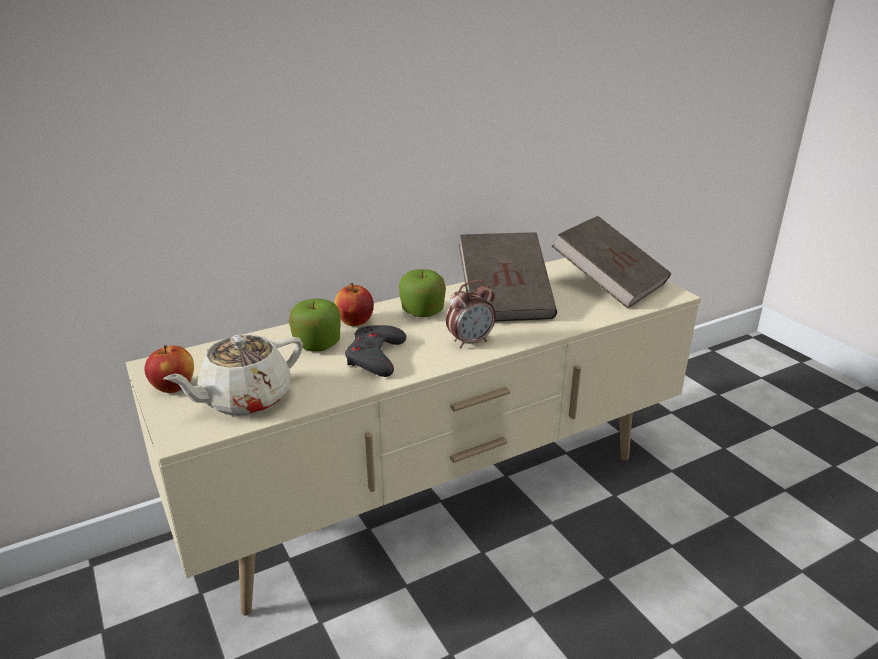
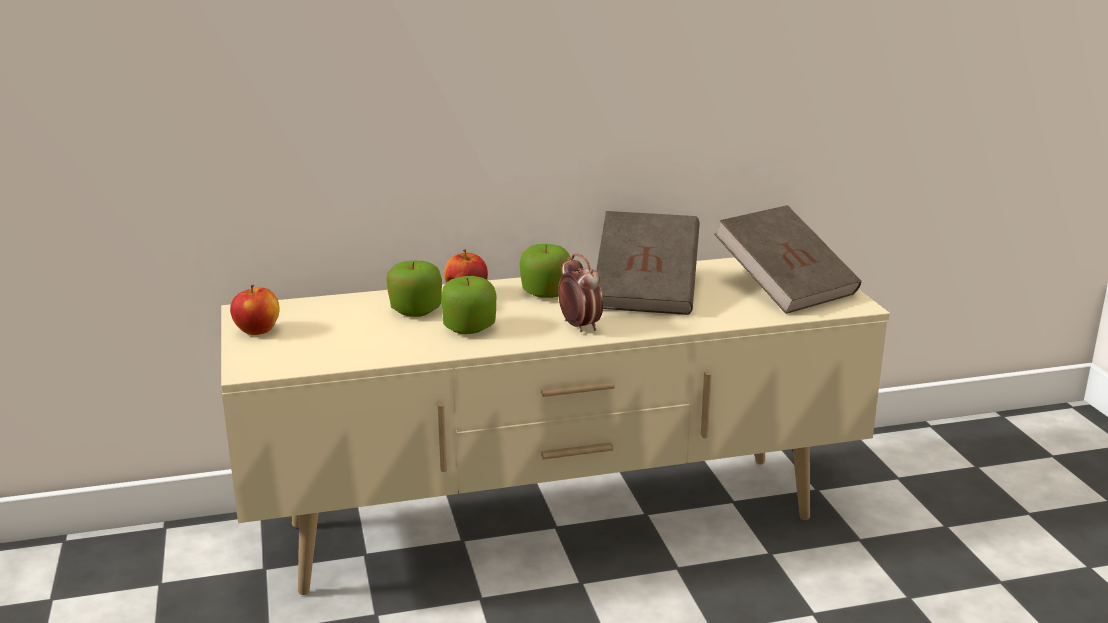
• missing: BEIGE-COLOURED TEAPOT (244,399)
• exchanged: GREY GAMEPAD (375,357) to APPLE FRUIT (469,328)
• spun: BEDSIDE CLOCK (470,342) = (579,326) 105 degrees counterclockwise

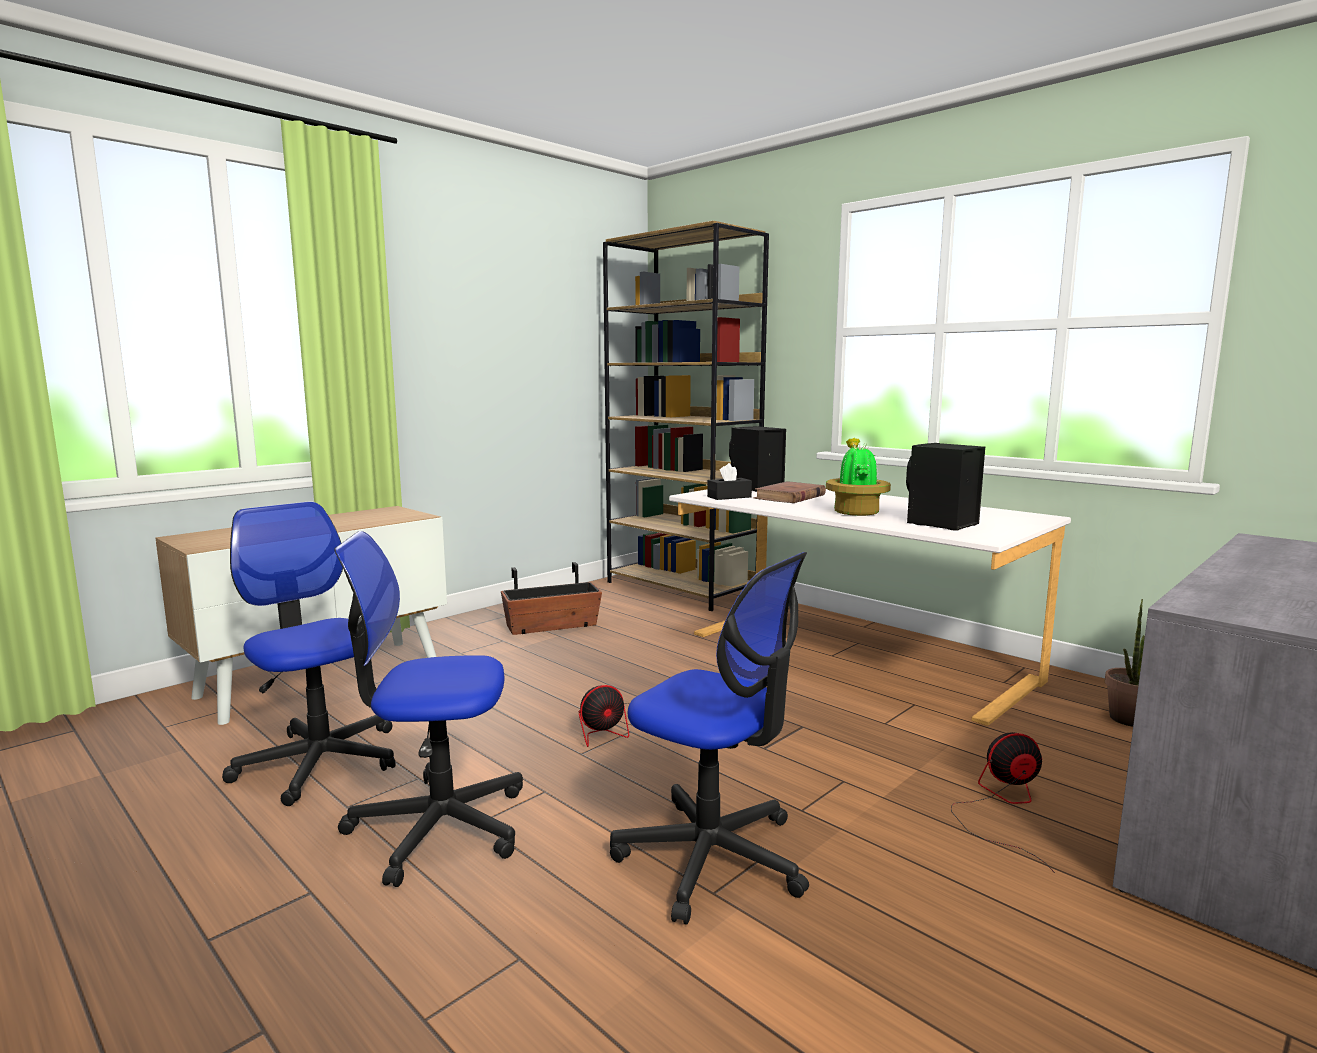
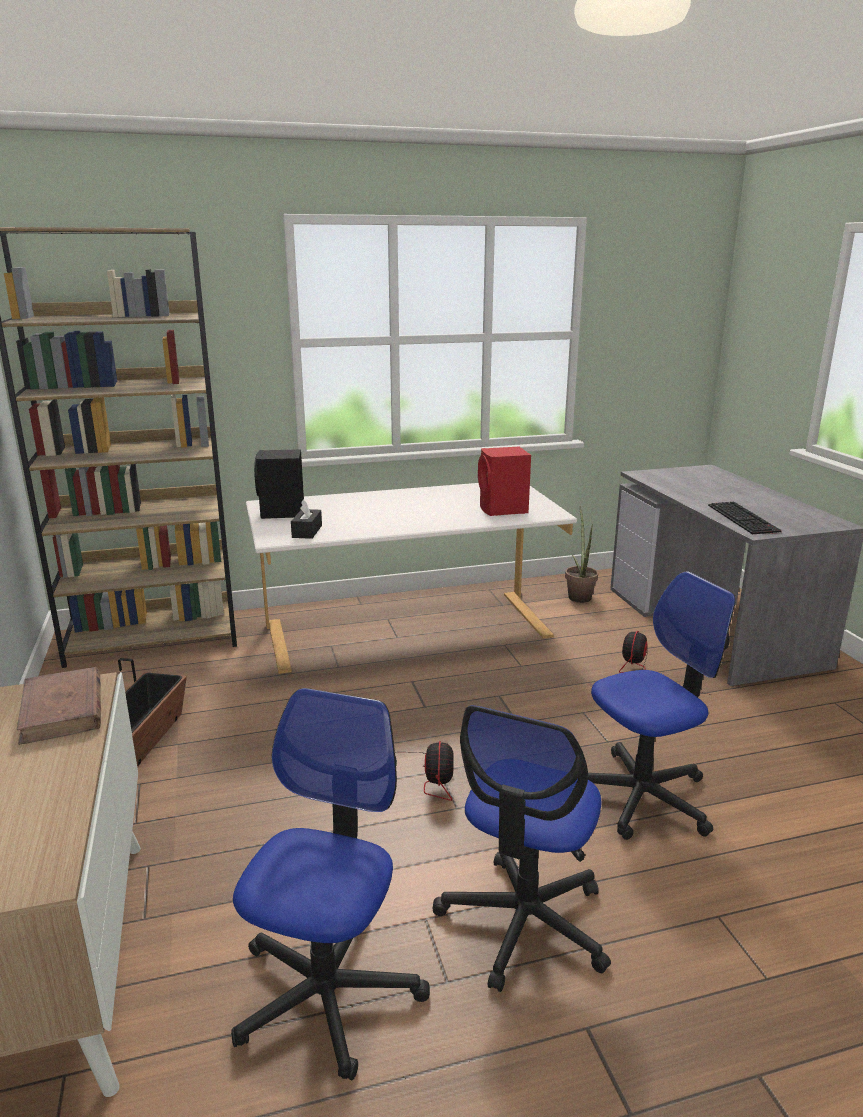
• spun: OFFICE CHAIR (319,761) = (327,992) 120 degrees clockwise
• relocated: BROWN BOOK (789,497) to (62,710)
• missing: PLANT IN A POT (855,512)
• colour: BLACKISH SPEAKER (940,524) to RED SPEAKER (503,510)
• appeared: PC KEYBOARD (744,519)

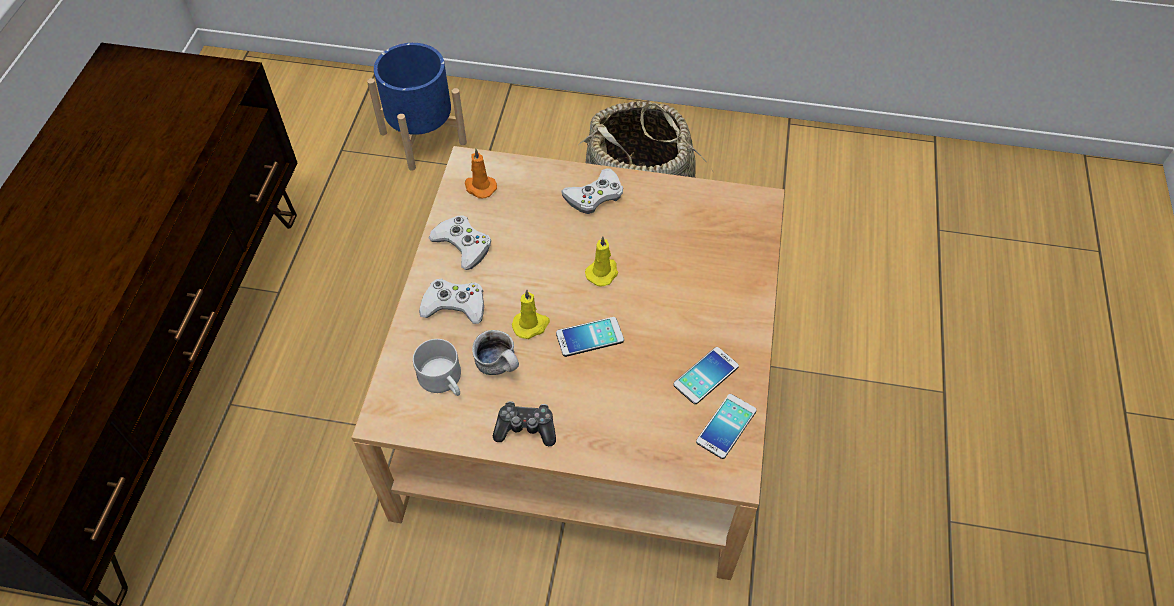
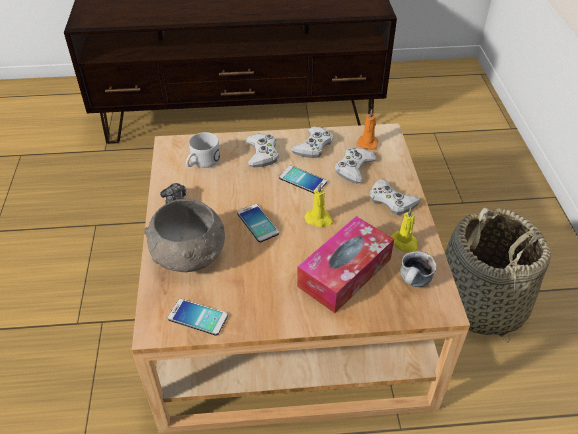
• missing: BLUE-COLOURED PLANT POT (422,138)
• relocated: COFFEE MUG (500,366) to (414,283)
• relocated: YELLOW-COLOURED CANDLE (531,325) to (405,243)
• relocated: PHONE (706,376) to (302,180)
• appeared: GREY DEEP DISH (189,256)
• appeared: TISSUE HOLDER (344,272)
• appeared: WHITE-COLOURED GAMEPAD (354,168)

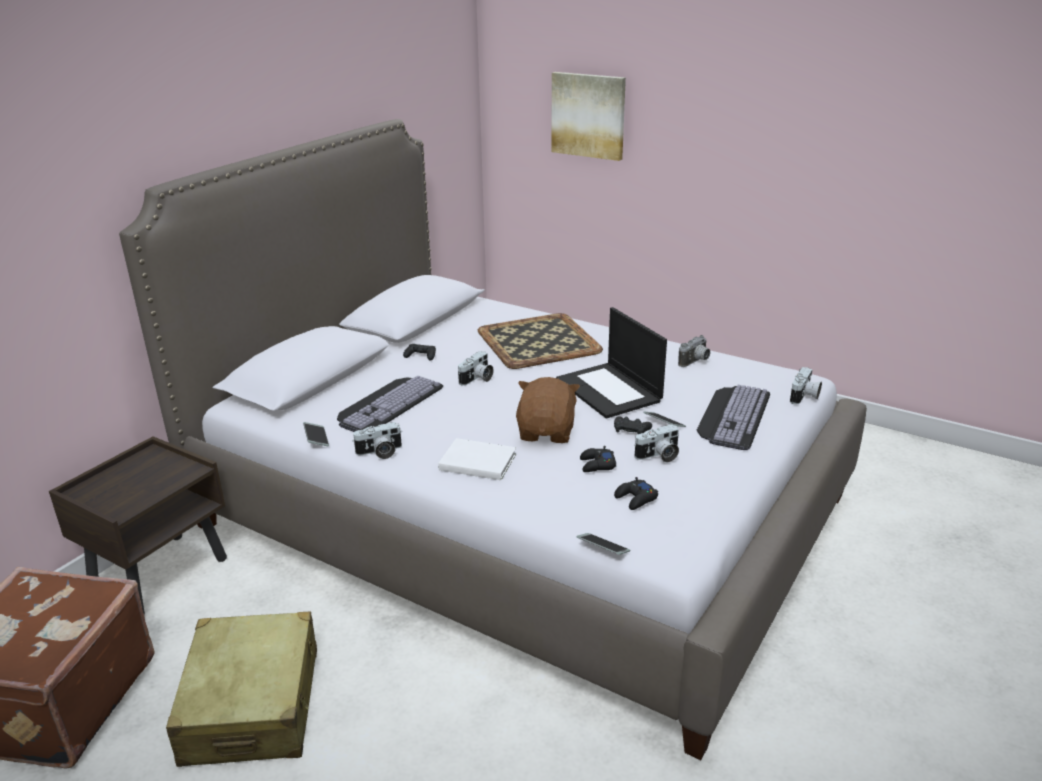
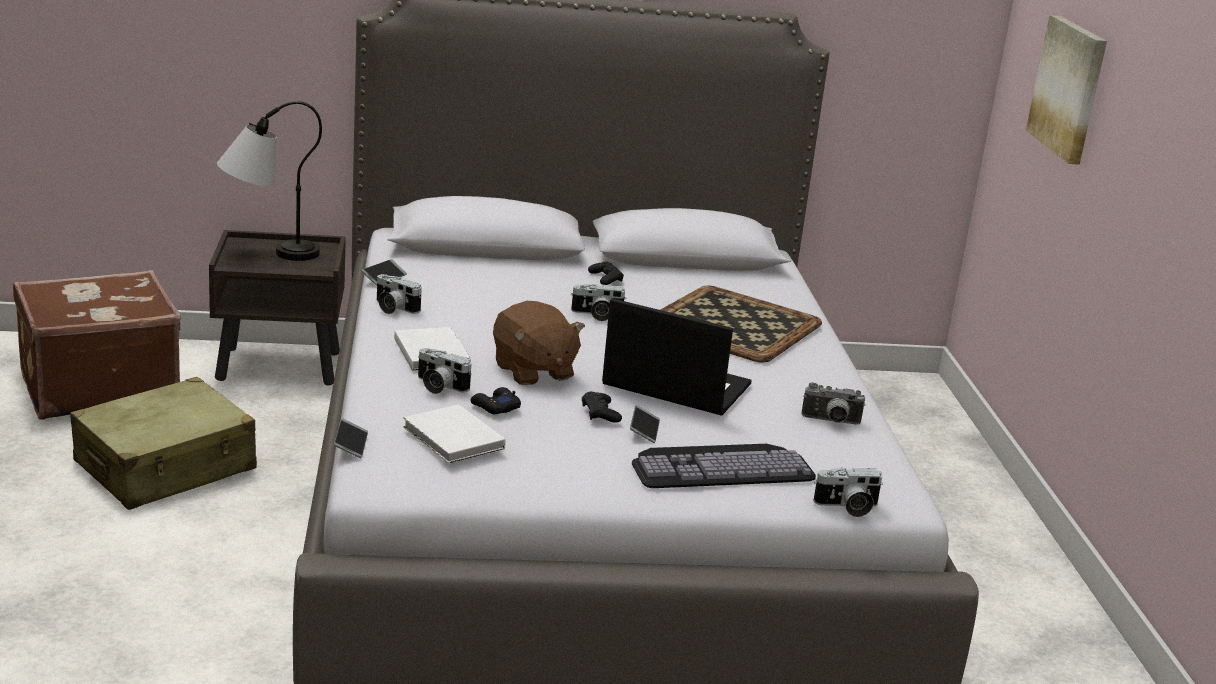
• missing: PC KEYBOARD (387,403)
• spun: BROWN CUDDLY TOY (547,432) = (533,371) 90 degrees clockwise
• spun: PORTABLE COMPUTER (610,390) = (674,385) 90 degrees clockwise
• exchanged: BLACKISH GAMEPAD (636,499) to WHITE-COLOURED BOOK (453,439)
• relocated: PHOTO CAMERA (659,456) to (439,386)
• appeared: TABLE LAMP (267,253)

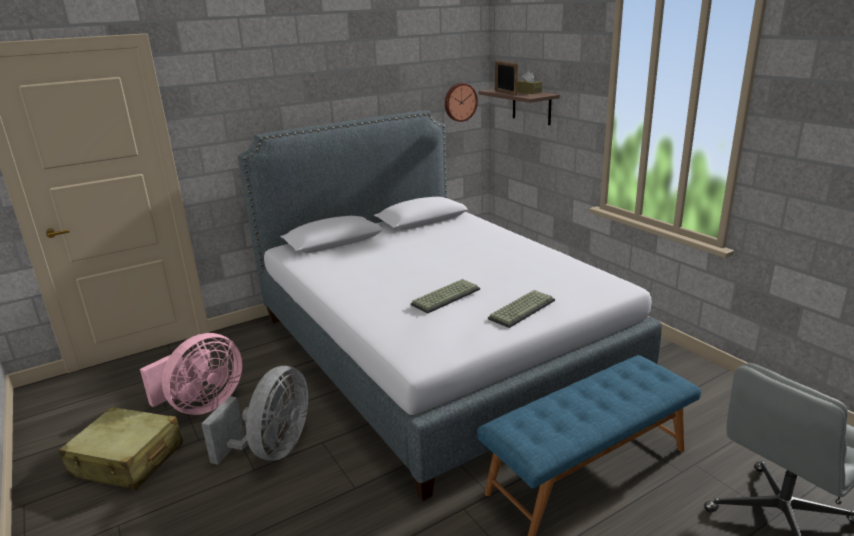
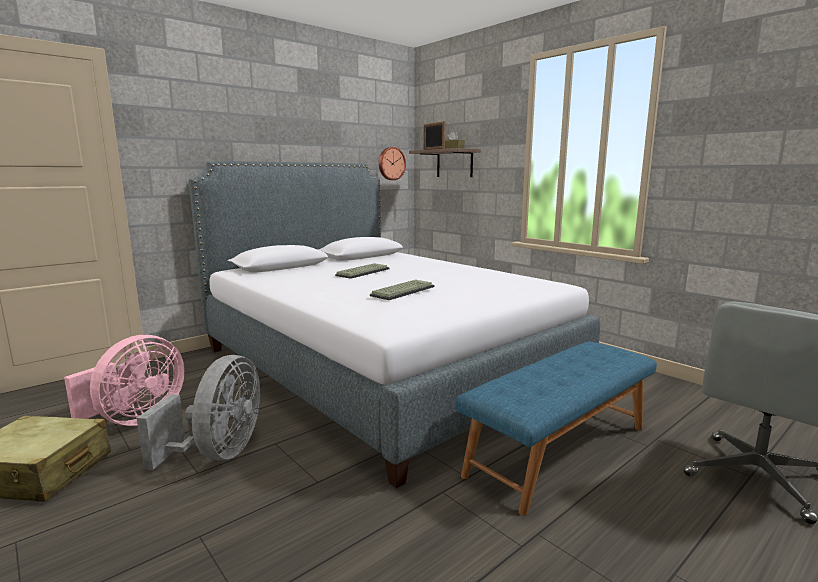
• relocated: PC KEYBOARD (521,309) to (362,272)

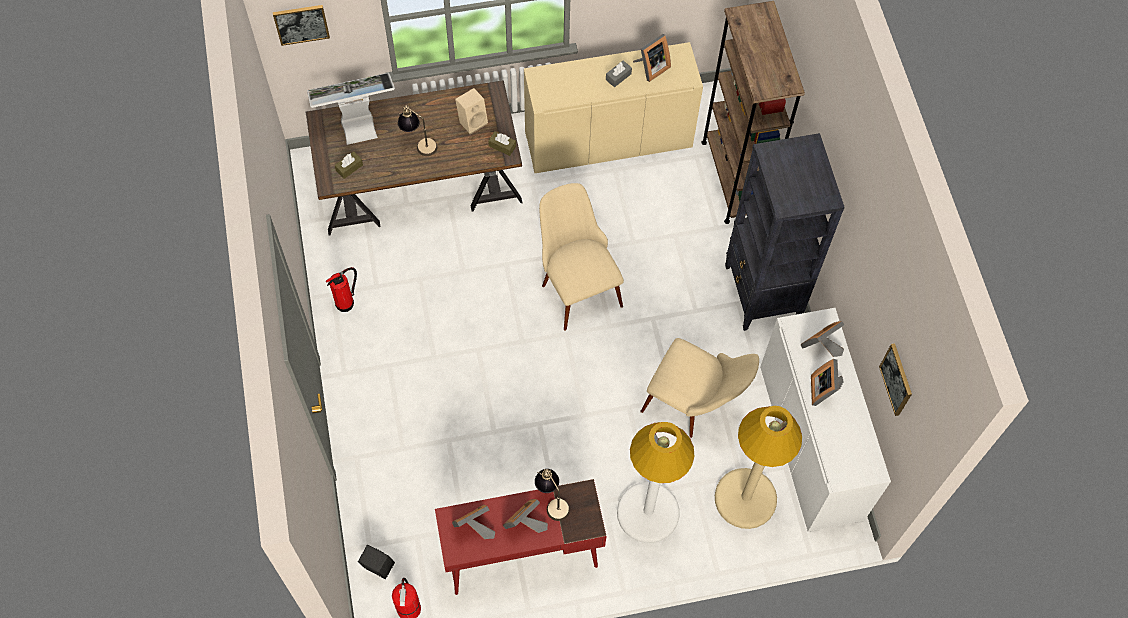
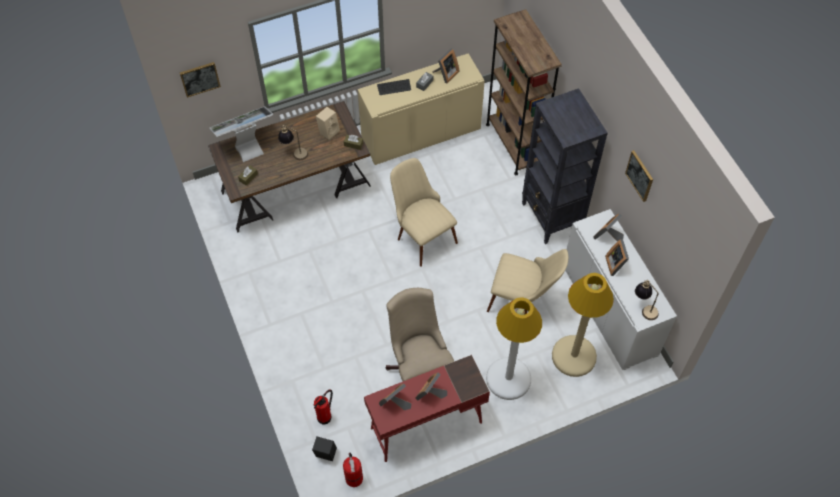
• relocated: FIRE EXTINGUISHER (346,302) to (325,416)
• relocated: TABLE LAMP (552,501) to (644,308)
• relocated: WALL ART (897,379) to (640,175)
• appeared: PC KEYBOARD (394,87)
• appeared: BEIGE-COLOURED OFFICE CHAIR (418,365)

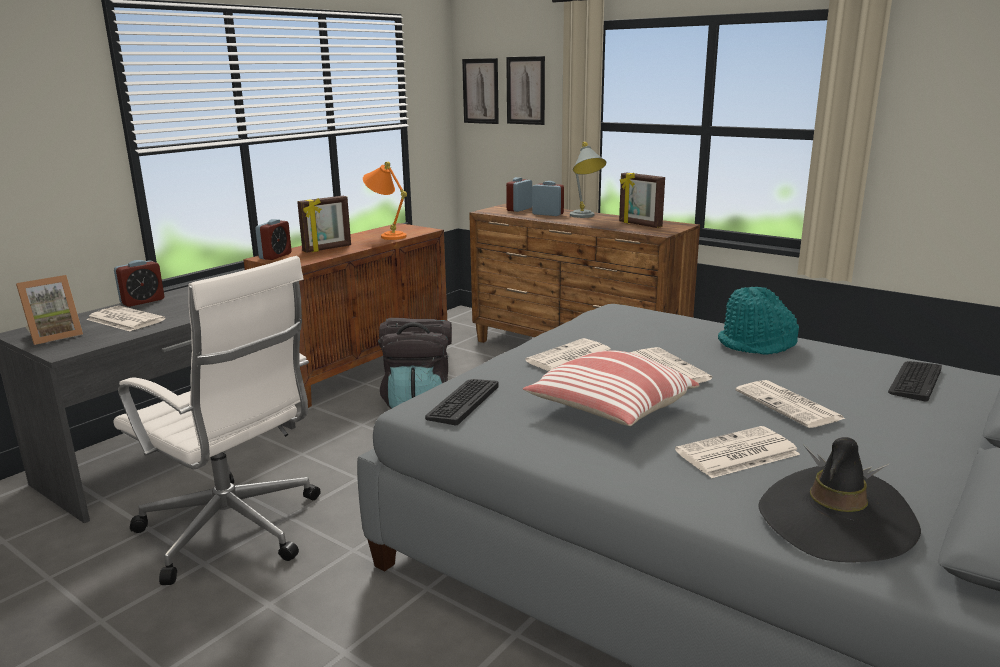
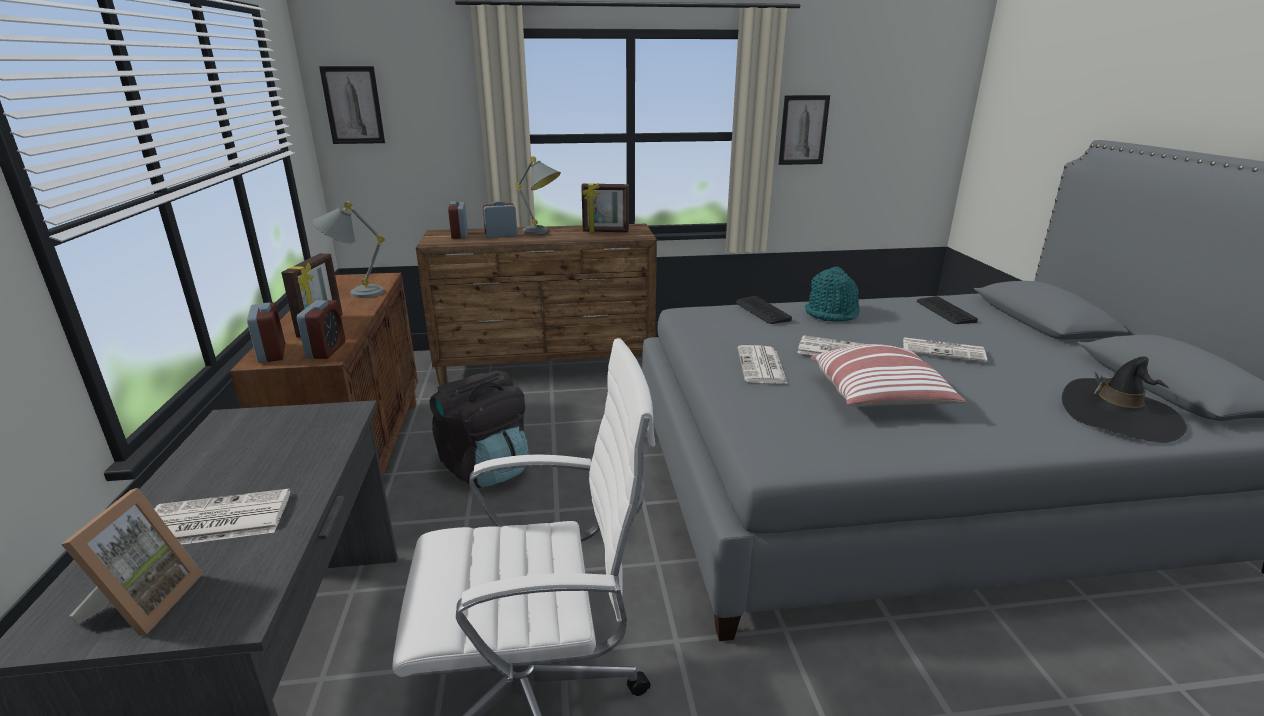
• relocated: BEDSIDE CLOCK (142,301) to (326,350)
• colour: ORANGE TABLE LAMP (387,236) to GREY TABLE LAMP (355,293)
• relocated: PC KEYBOARD (462,402) to (762,311)
• relocated: WALL ART (525,90) to (803,130)
• missing: NEWSPAPER (736,454)

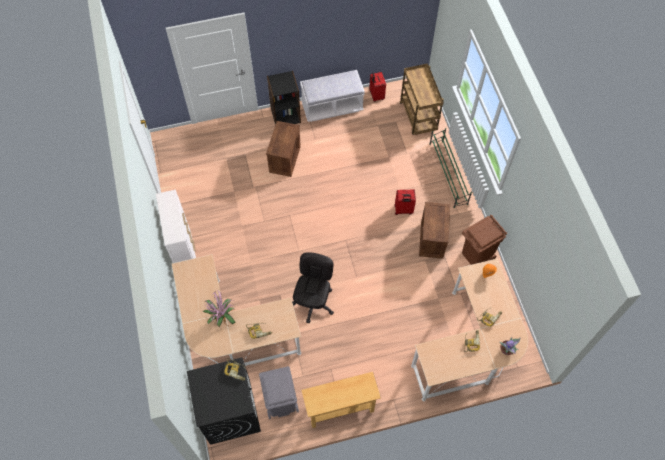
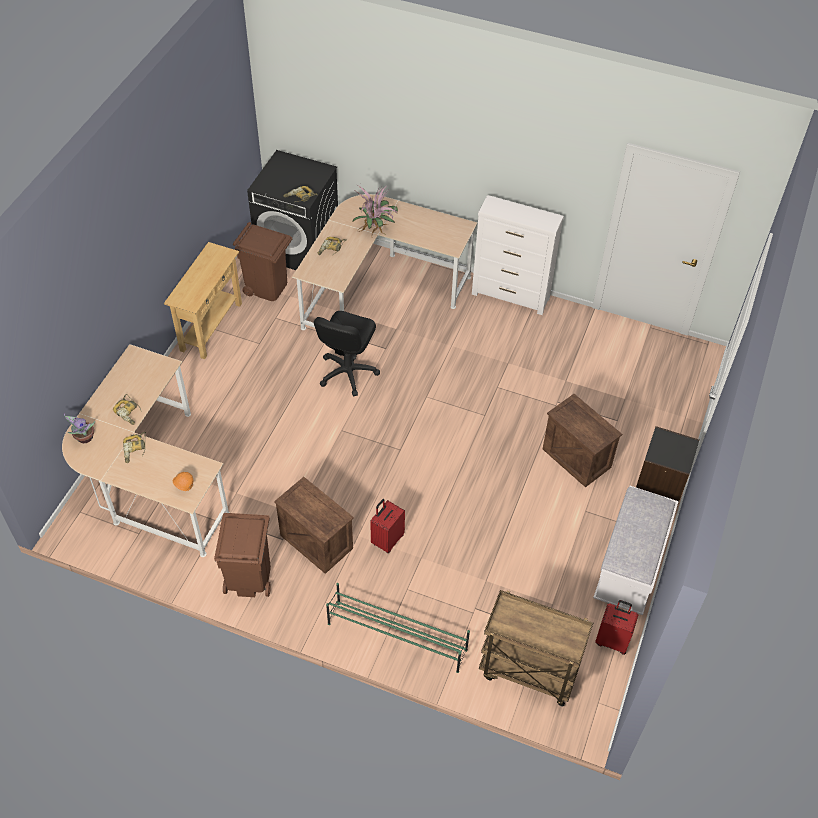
• colour: GREY WASTE BIN (281,402) to BROWN WASTE BIN (267,287)
• spun: BLACKISH OFFICE CHAIR (314,302) = (347,372) 60 degrees clockwise

